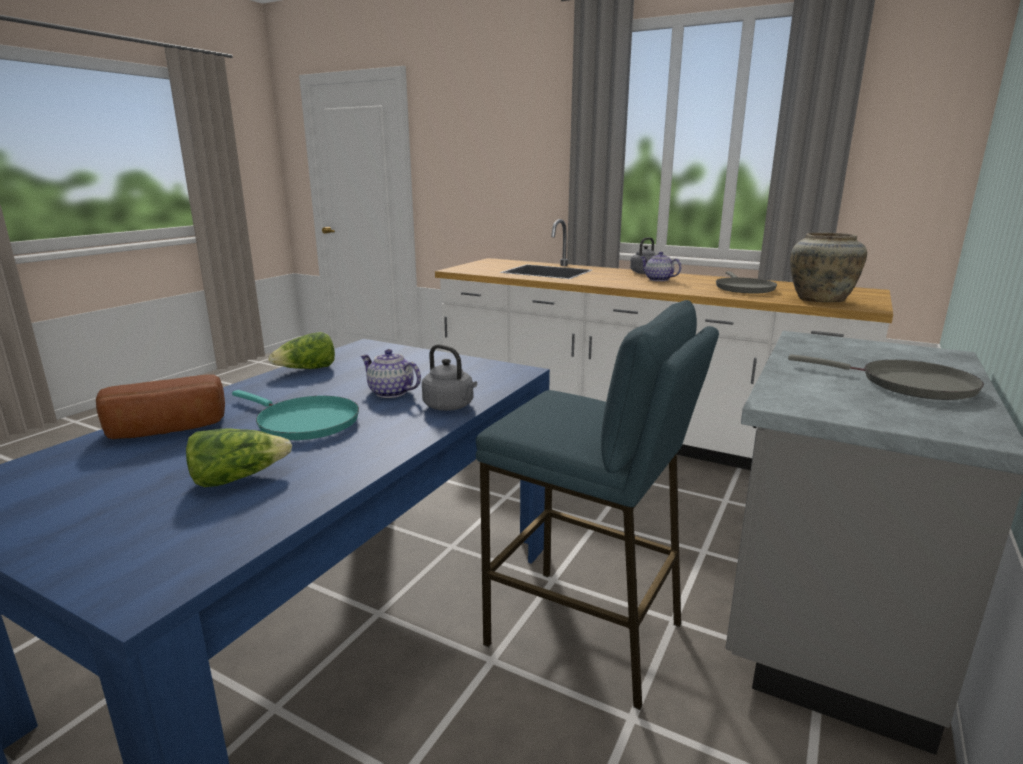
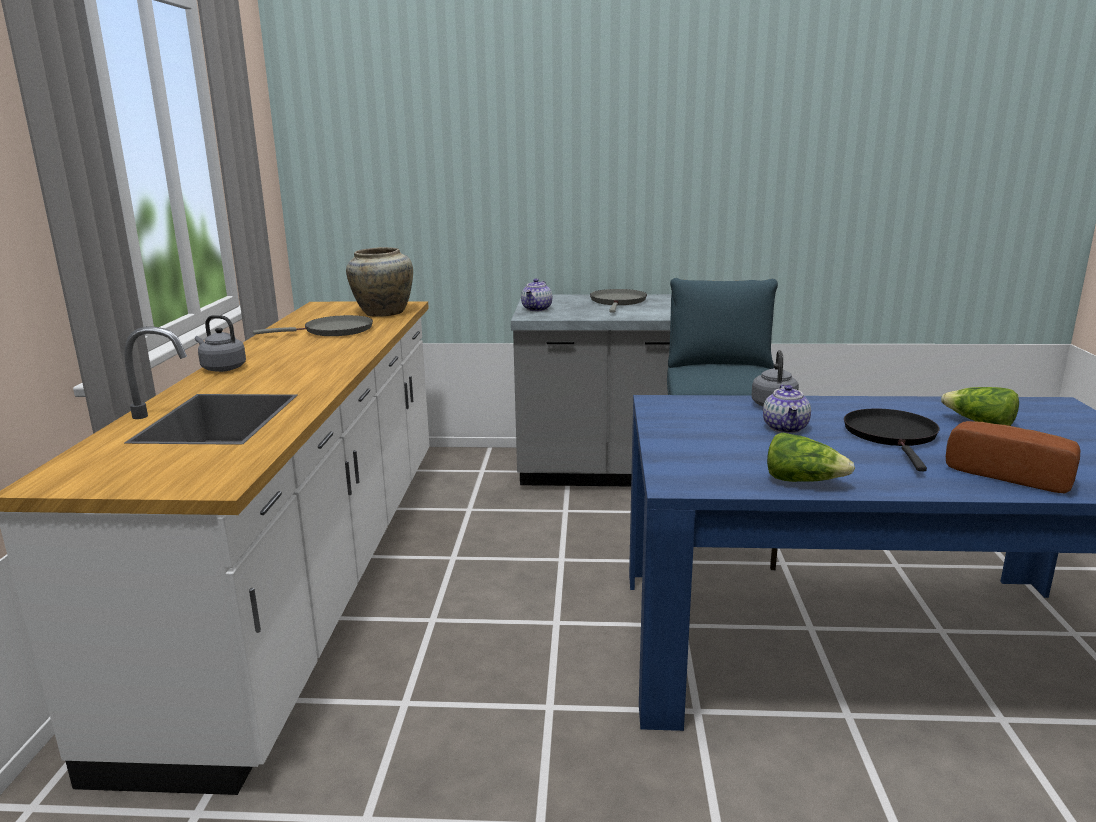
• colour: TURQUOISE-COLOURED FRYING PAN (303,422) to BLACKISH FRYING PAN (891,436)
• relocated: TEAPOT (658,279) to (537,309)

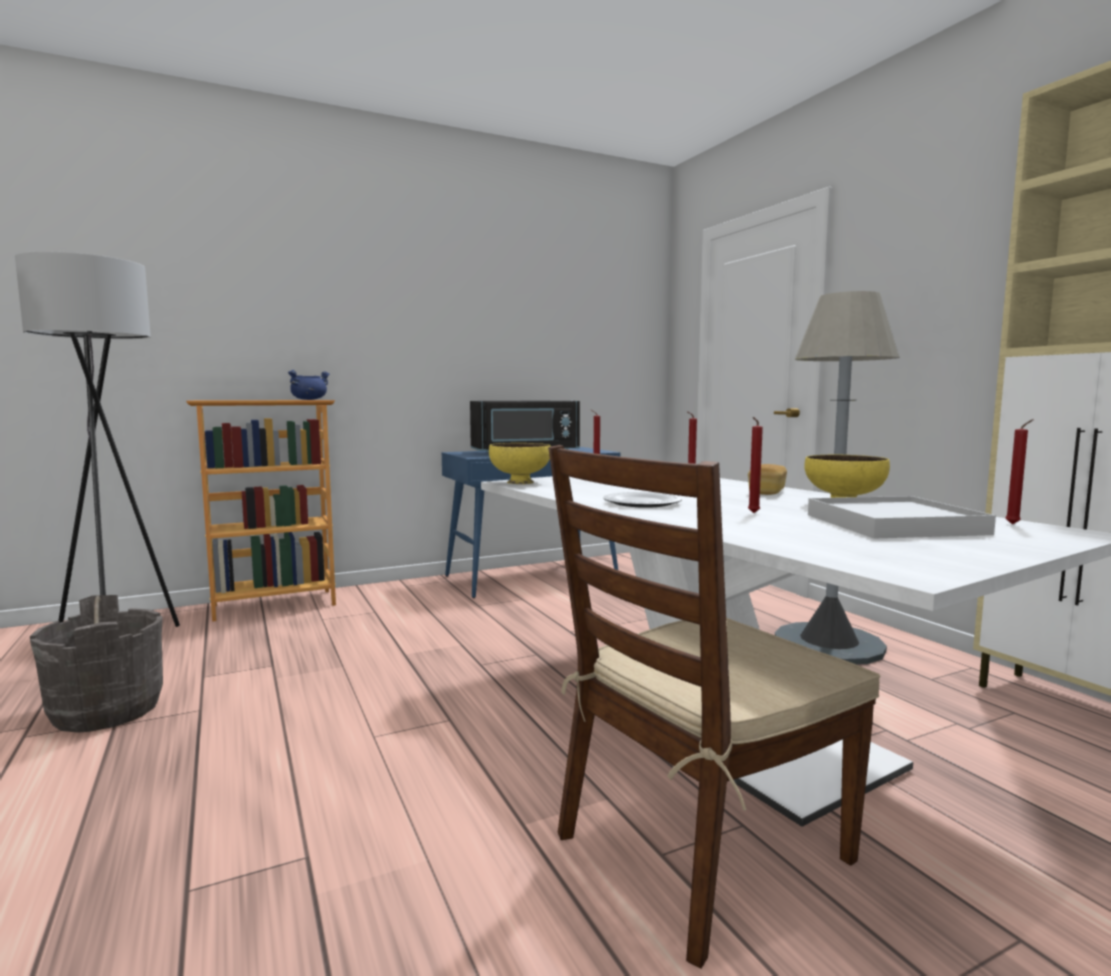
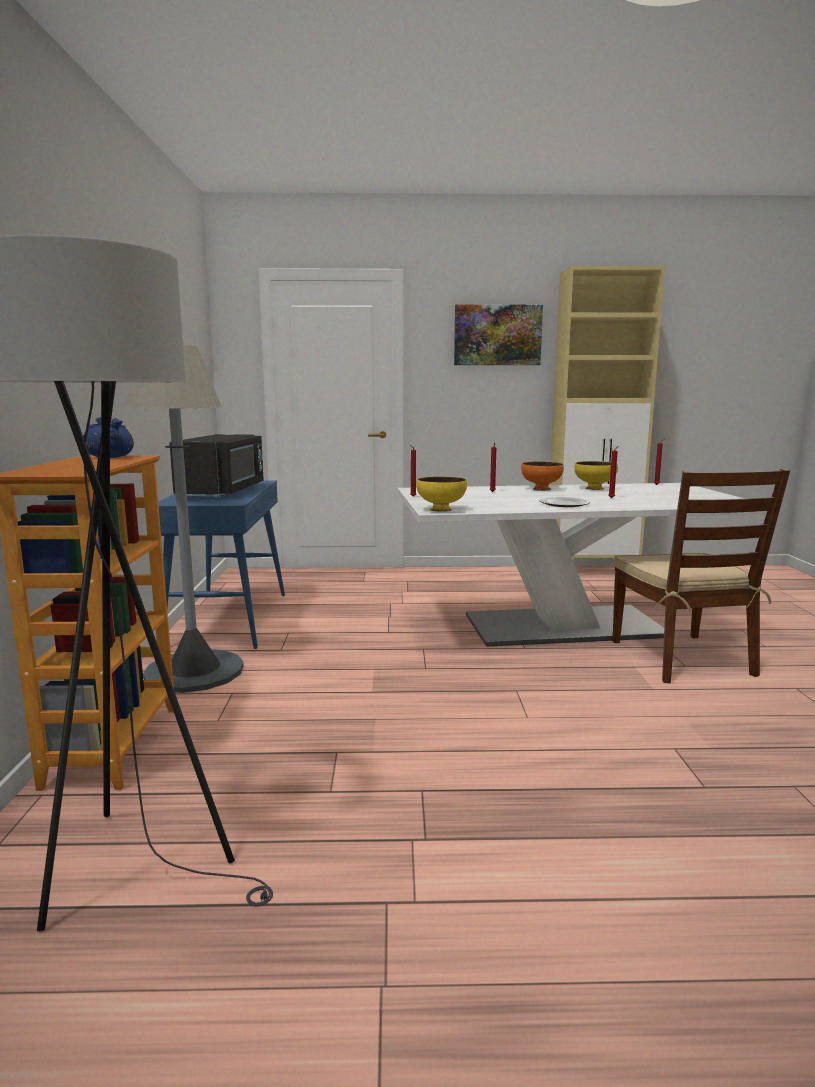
• missing: GREY WATER BUCKET (106,710)
• exchanged: BREAD (766,492) to ORANGE DEEP DISH (541,489)
• relocated: GREY STANDING LAMP (828,644) to (194,671)
• missing: WHITE-COLOURED CARRYING TRAY (893,524)
• appeared: WALL ART (497,335)

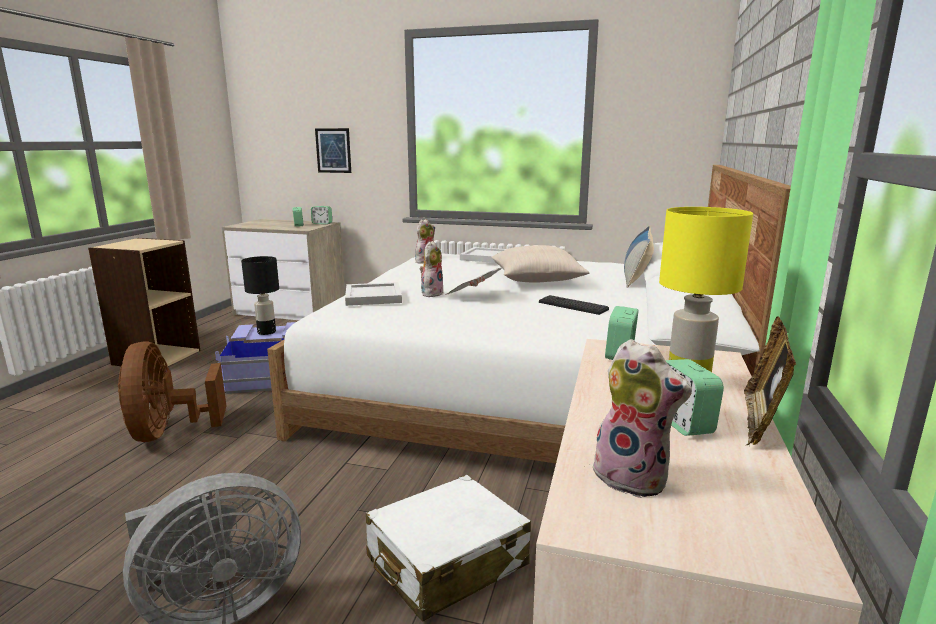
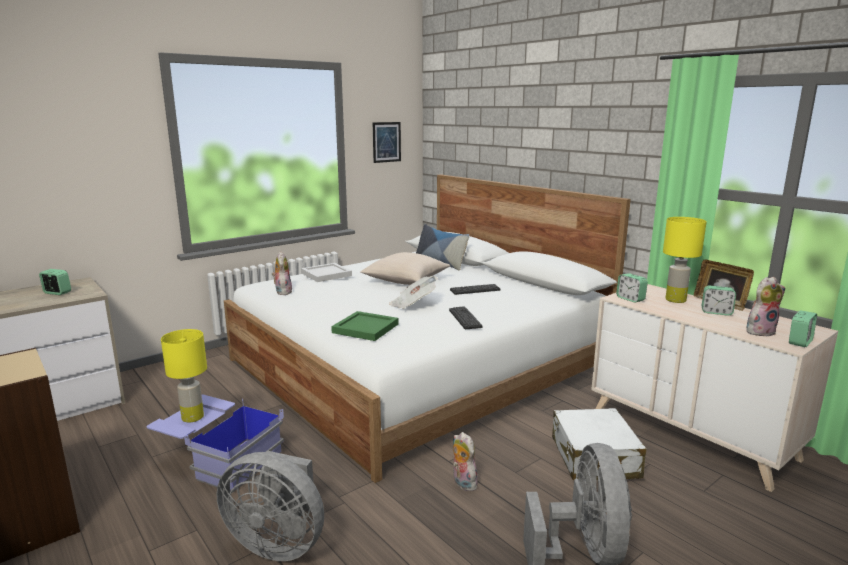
• colour: BROWN FAN (169,432) to GREY FAN (278,542)
• colour: BLACKISH TABLE LAMP (266,332) to YELLOW-COLOURED TABLE LAMP (193,417)
• relocated: BEDSIDE CLOCK (322,223) to (800,342)
• relocated: WALL ART (333,150) to (386,142)
• colour: WHITE-COLOURED CARRYING TRAY (372,297) to GREEN-COLOURED CARRYING TRAY (366,329)
• relocated: CUDDLY TOY (431,293) to (462,483)
• appeared: PC KEYBOARD (465,318)

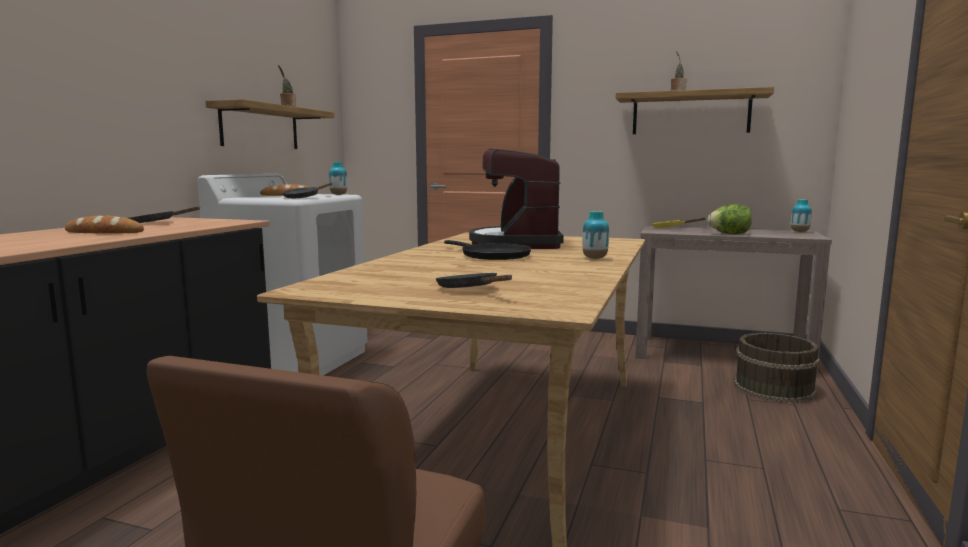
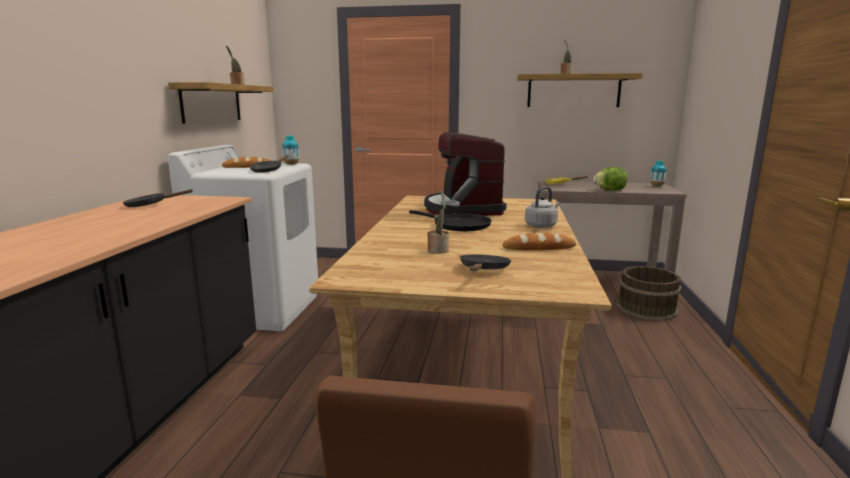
• relocated: BREAD (104,232) to (539,248)
• spun: BLACKISH FRYING PAN (470,290) = (483,270) 60 degrees clockwise
• exchanged: FLOWER VASE (594,258) to GREY TEA KETTLE (541,225)
• appeared: PLANT IN A POT (438,250)

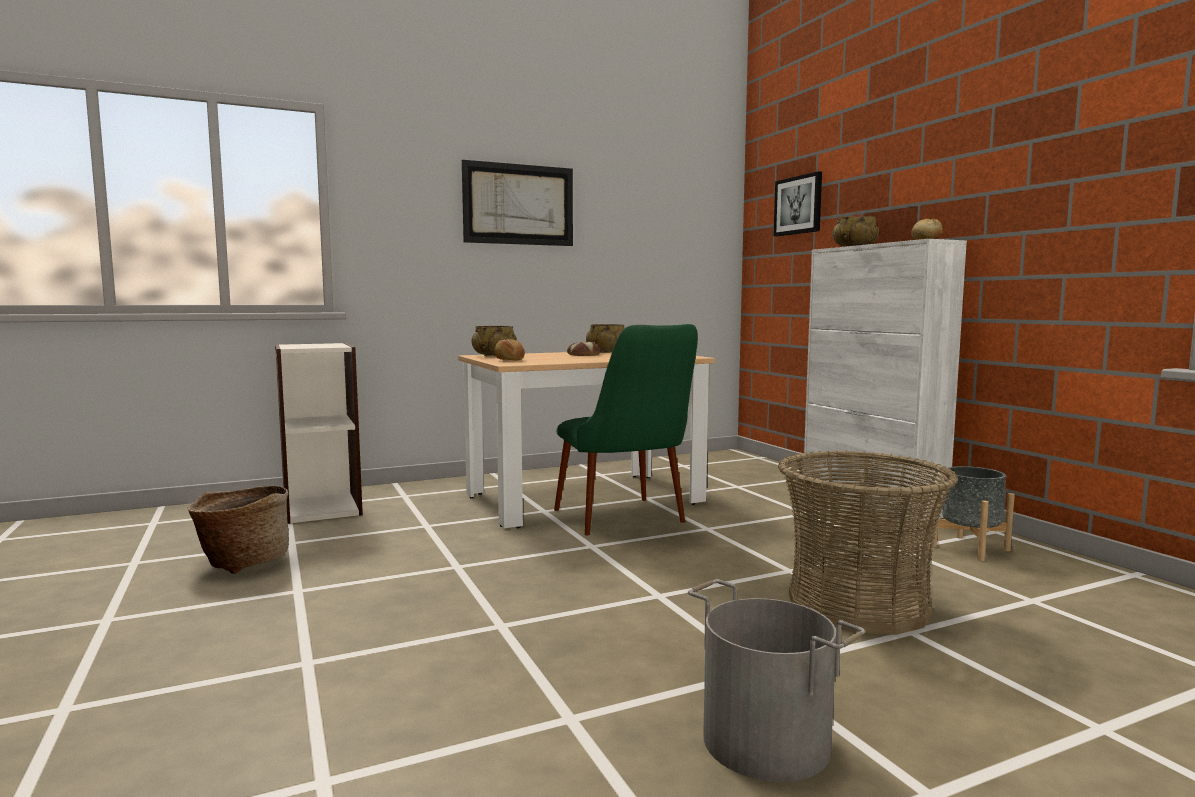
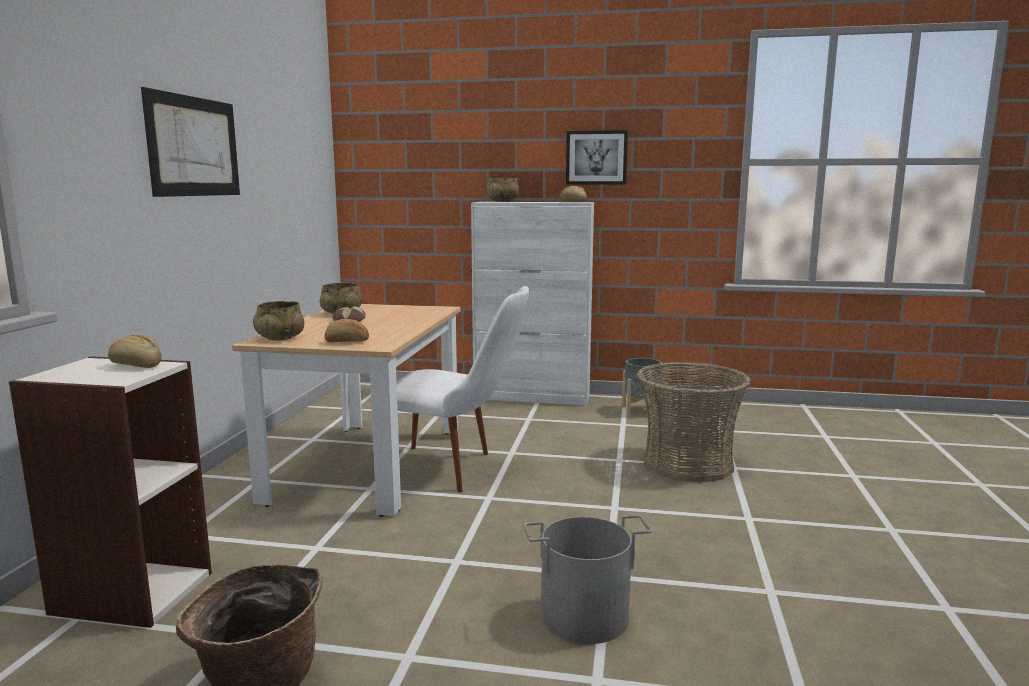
• colour: GREEN-COLOURED CHAIR (627,522) to WHITE-COLOURED CHAIR (455,470)
• relocated: GREY WATER BUCKET (764,742) to (585,617)
• relocated: WALL ART (798,205) to (596,157)
• appeared: BREAD (136,365)

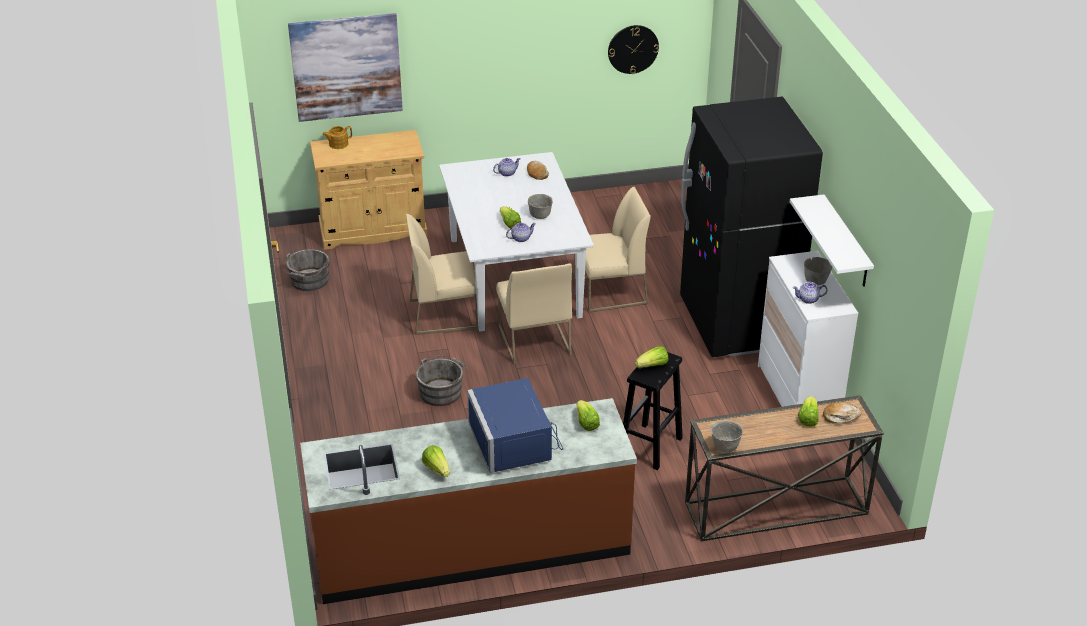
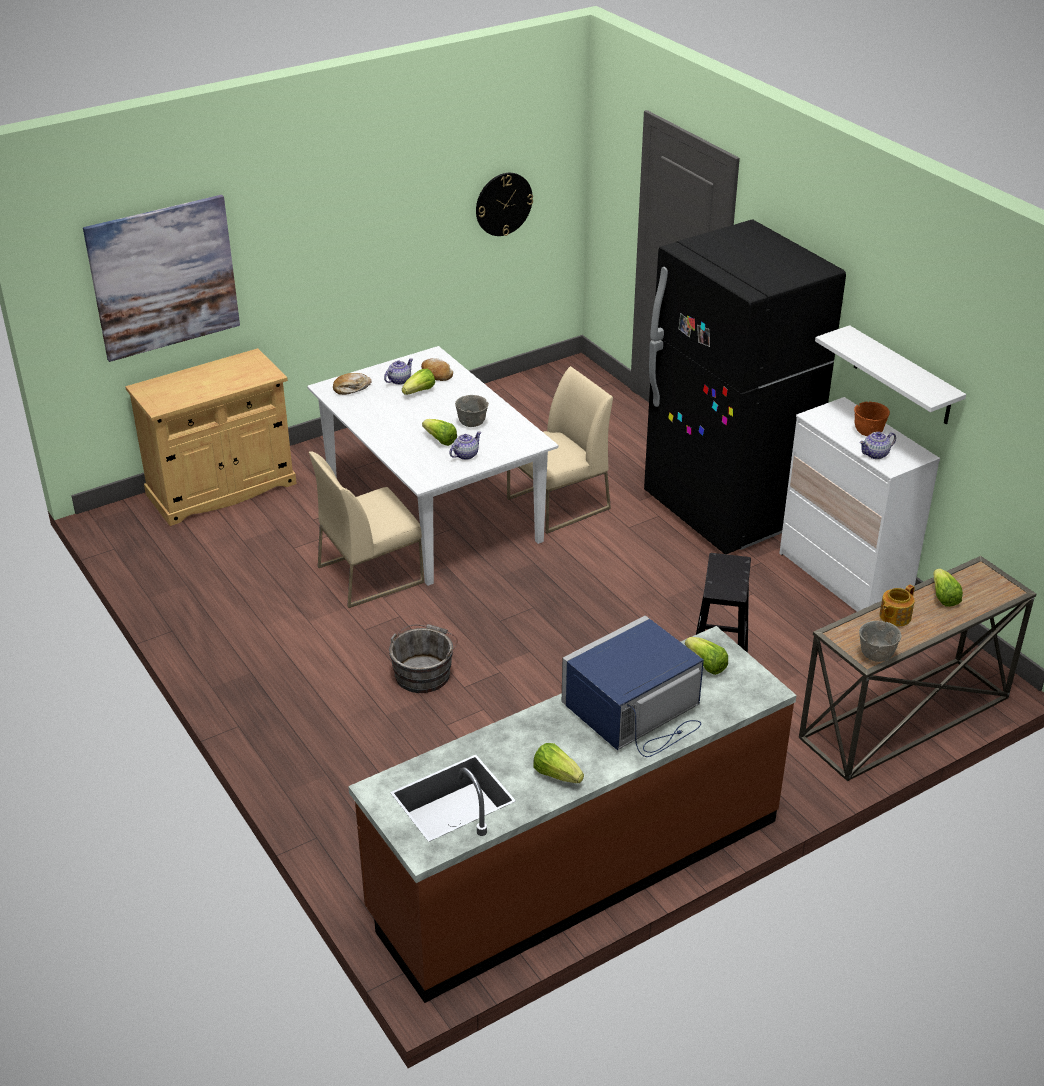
• missing: GREY WATER BUCKET (308,282)
• relocated: TEAPOT (338,144) to (894,616)
• spun: BLUE-COLOURED MICROWAVE OVEN (516,442) = (636,712) 90 degrees clockwise
• missing: BEIGE-COLOURED CHAIR (533,340)
• relocated: LETTUCE (653,366) to (419,391)
• colour: GREY DEEP DISH (815,281) to ORANGE DEEP DISH (868,432)
• relocated: BREAD (840,417) to (351,388)

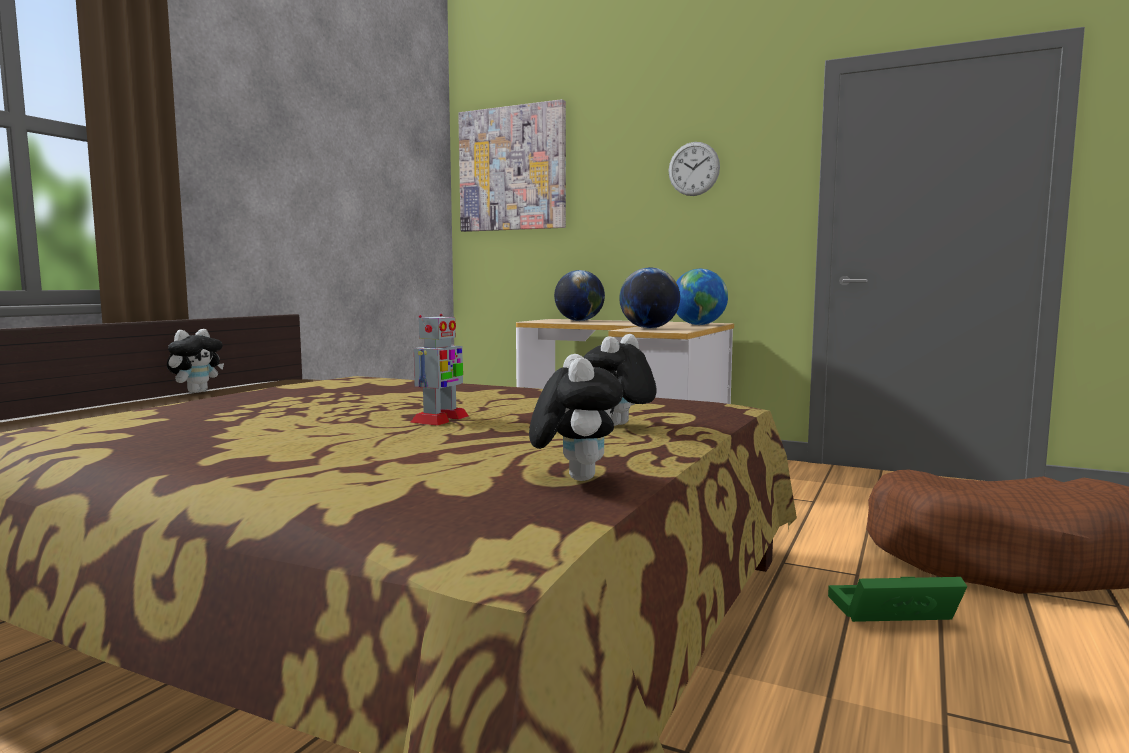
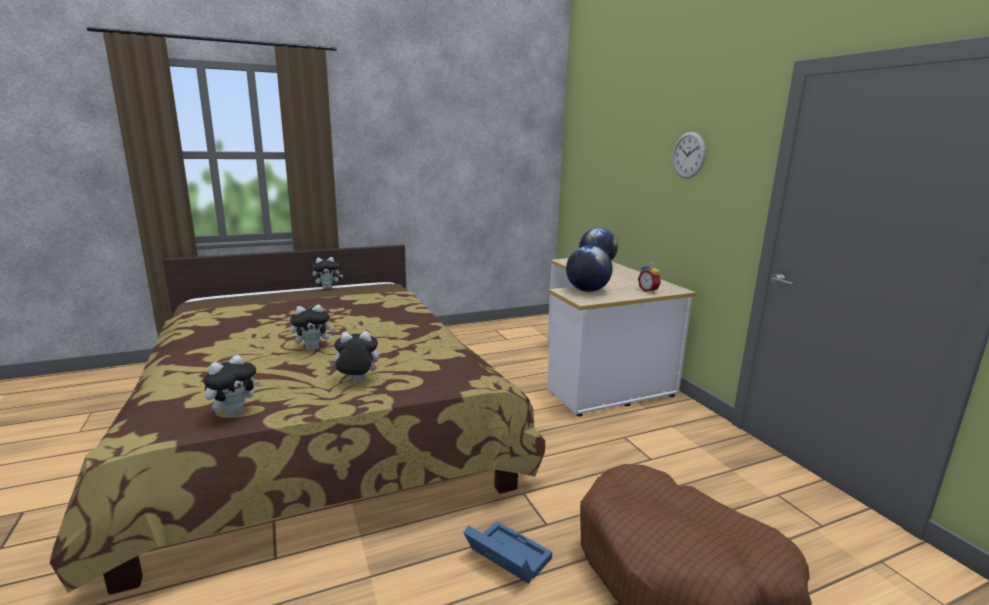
• exchanged: TOY ROBOT (440,419) to CUDDLY TOY (313,348)
• missing: WALL ART (512,169)
• exchanged: GLOBE (698,325) to BEDSIDE CLOCK (649,291)
• colour: GREEN-COLOURED STORAGE CONTAINER (889,612) to BLUE-COLOURED STORAGE CONTAINER (505,557)

